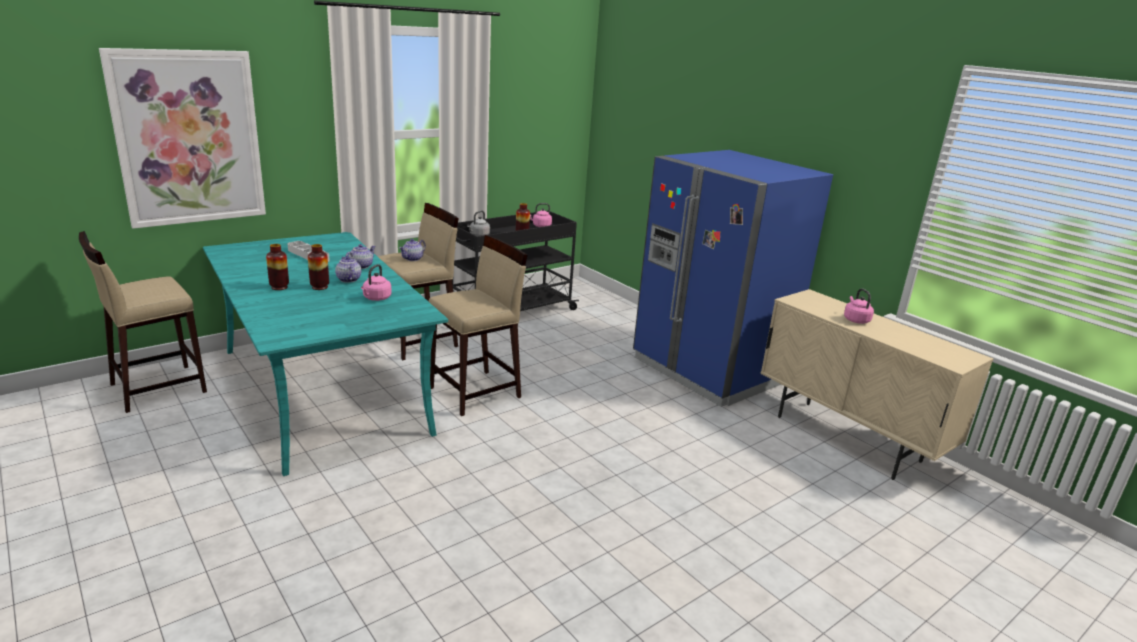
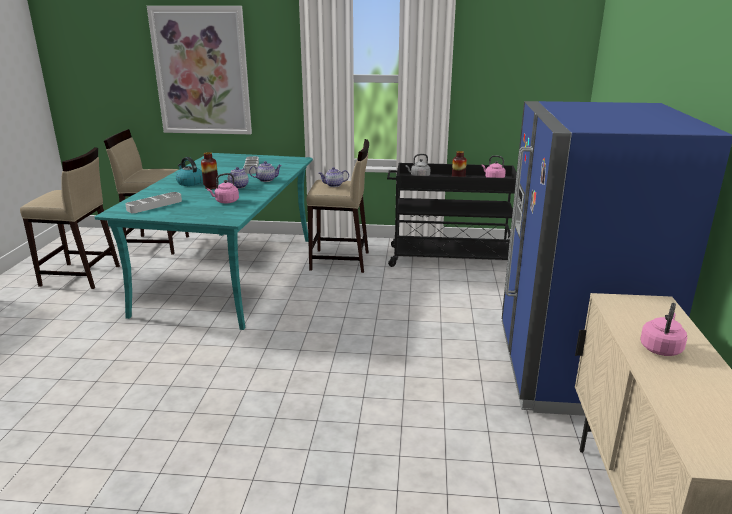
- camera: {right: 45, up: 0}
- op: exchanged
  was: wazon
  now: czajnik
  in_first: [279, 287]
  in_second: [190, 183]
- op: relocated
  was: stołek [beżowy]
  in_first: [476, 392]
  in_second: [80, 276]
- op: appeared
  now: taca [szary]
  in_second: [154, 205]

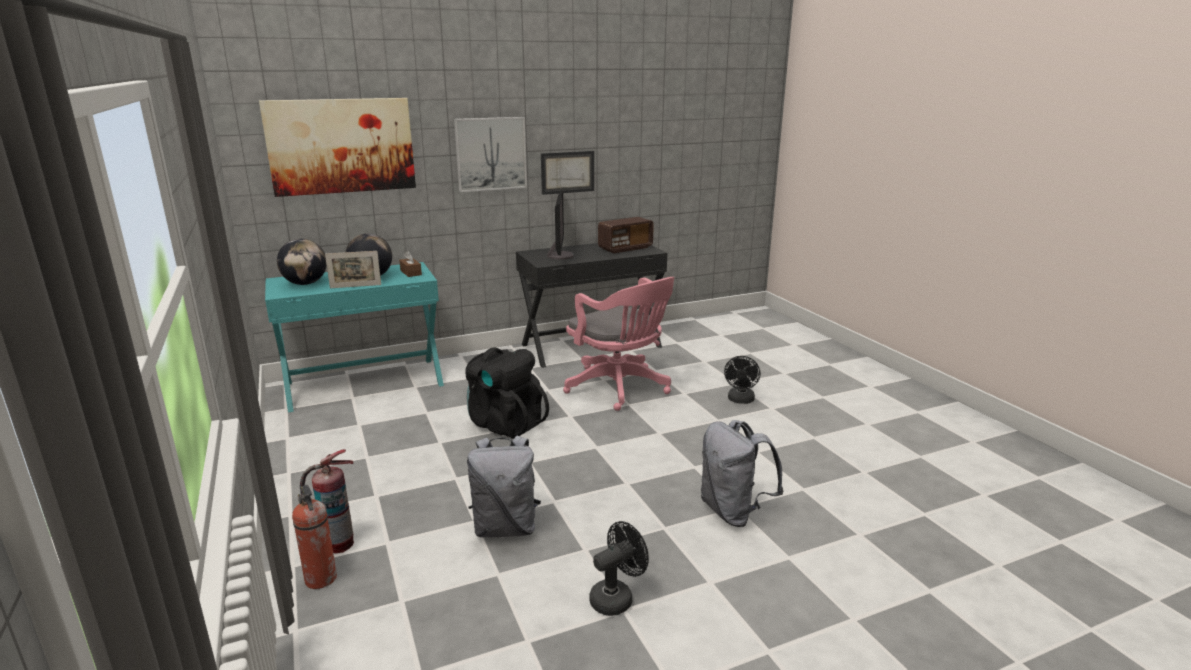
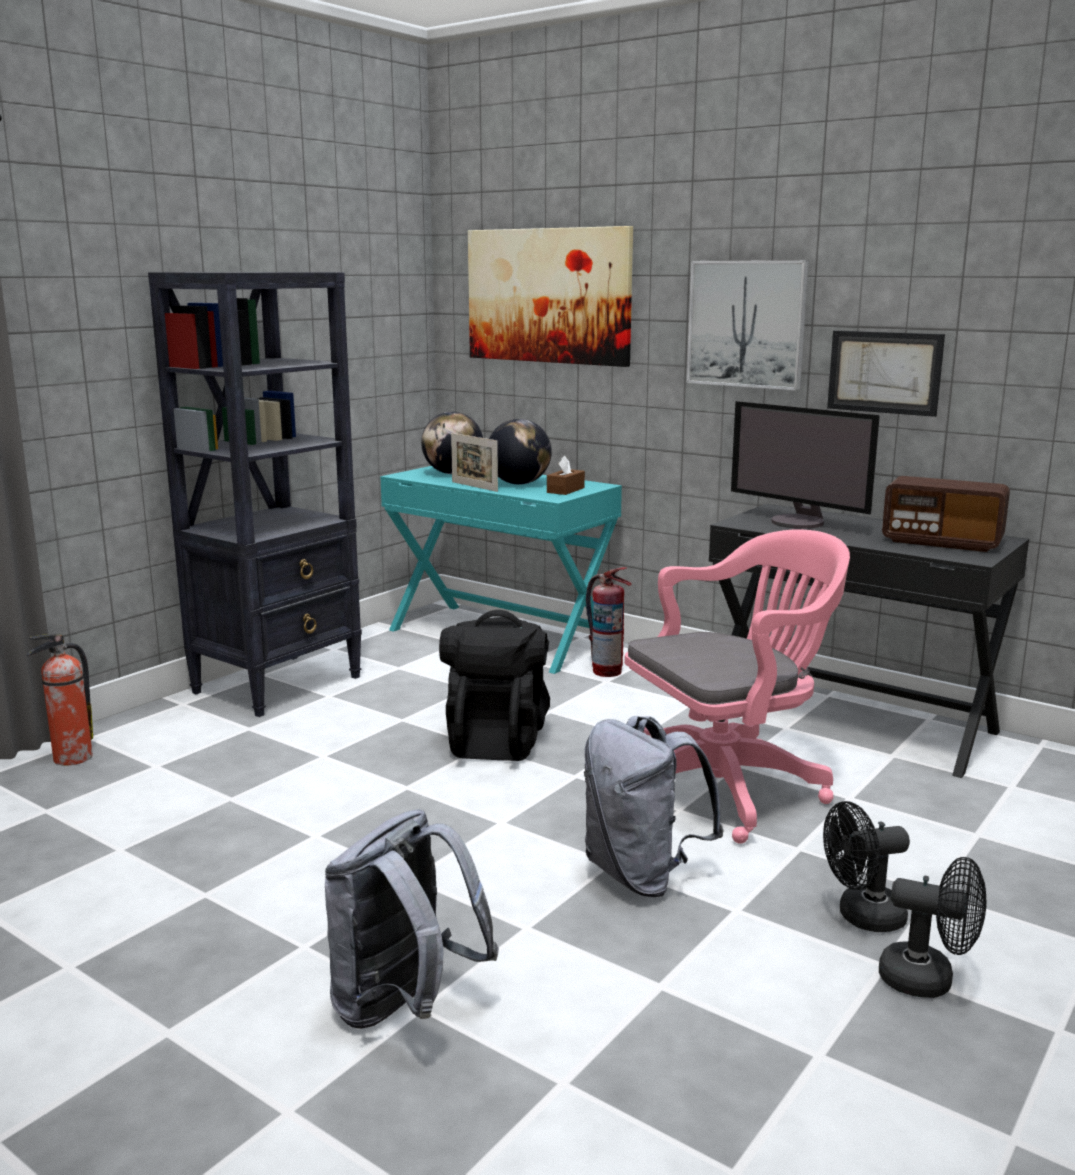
- camera: {right: 60, up: -5}
- op: relocated
  was: gaśnica
  in_first: [338, 544]
  in_second: [607, 671]
- op: relocated
  was: plecak [szary]
  in_first: [506, 527]
  in_second: [642, 875]
- op: spun
  was: monitor
  in_first: [560, 255]
  in_second: [799, 522]
  clockwise: 75
- op: spun
  was: krzesło biurowe [różowy]
  in_first: [620, 388]
  in_second: [727, 787]
  clockwise: -135
- op: relocated
  was: wentylator [czarny]
  in_first: [616, 597]
  in_second: [928, 980]
- op: appeared
  now: regał [czarny]
  in_second: [279, 684]

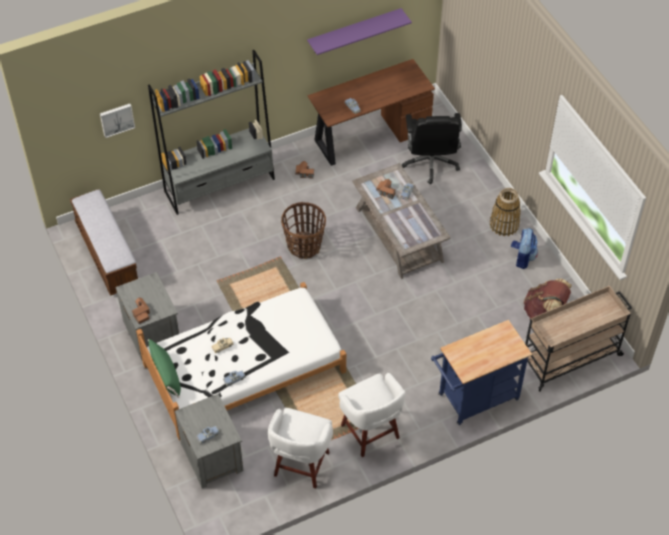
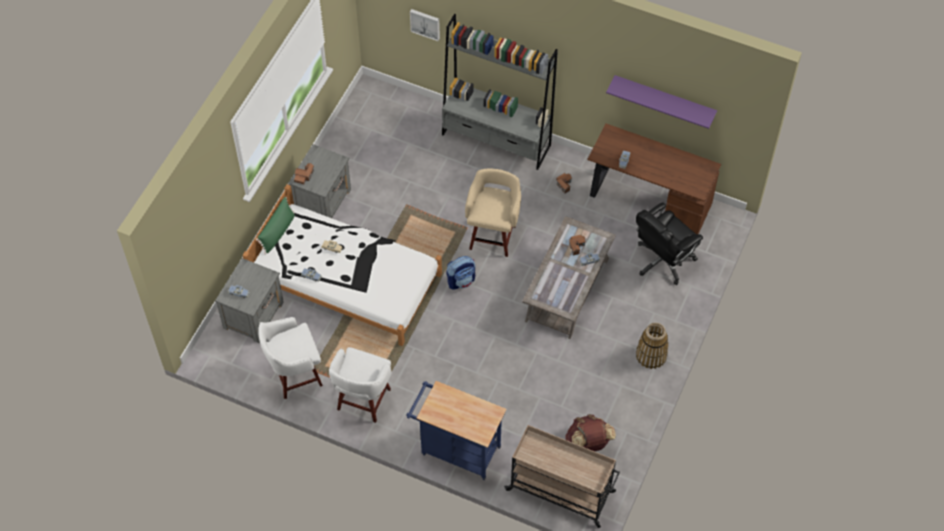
- camera: {right: 50, up: 5}
- op: missing
  was: ławka
  in_first: [107, 254]
- op: exchanged
  was: koszyk
  now: stołek [beżowy]
  in_first: [304, 246]
  in_second: [493, 236]
- op: relocated
  was: plecak
  in_first: [522, 257]
  in_second: [461, 281]

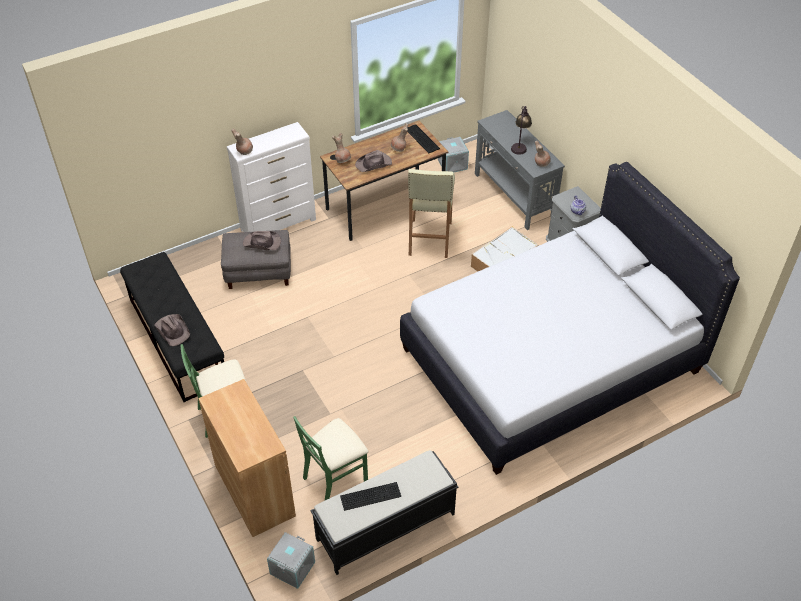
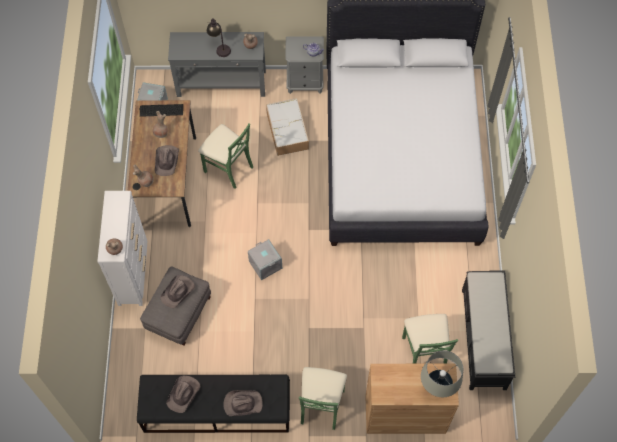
- camera: {right: -60, up: 15}
- op: relocated
  was: pojemnik do przechowywania [szary]
  in_first: [292, 567]
  in_second: [265, 265]
- op: missing
  was: klawiatura
  in_first: [369, 495]
- op: exchanged
  was: stołek [beżowy]
  now: krzesło [zielony]
  in_first: [429, 239]
  in_second: [228, 168]
- op: appeared
  now: kapelusz [brązowy]
  in_second: [184, 394]
- op: appeared
  now: lampa stołowa [beżowy]
  in_second: [438, 386]

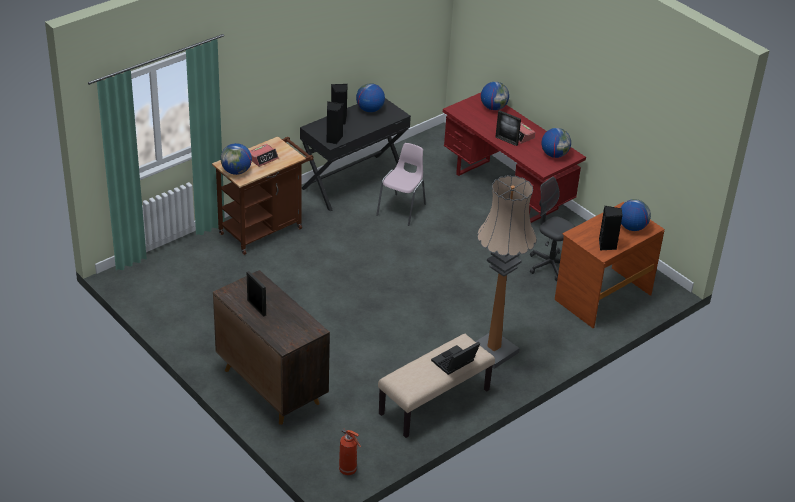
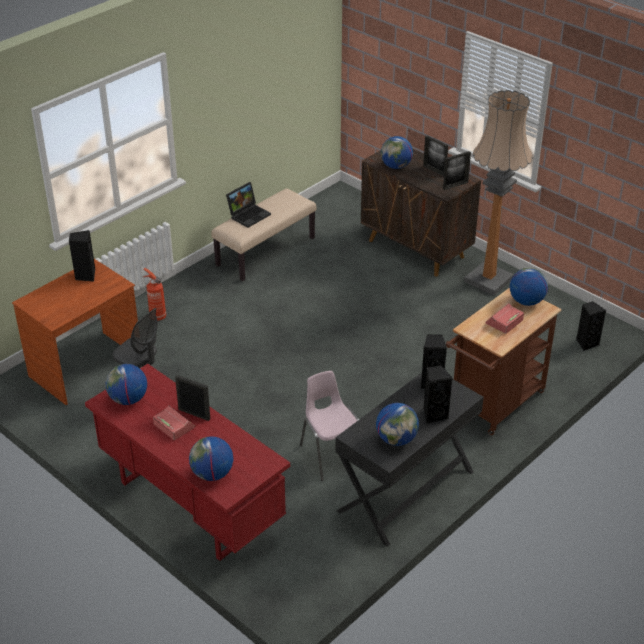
- camera: {right: 175, up: 0}
- op: relocated
  was: gaśnica
  in_first: [348, 470]
  in_second: [157, 316]
- op: spun
  was: krzesło [różowy]
  in_first: [402, 209]
  in_second: [331, 455]
  clockwise: 135
- op: relocated
  was: lampa stojąca
  in_first: [493, 351]
  in_second: [488, 280]
- op: relocated
  was: globus
  in_first: [632, 227]
  in_second: [396, 166]
- op: appeared
  now: ramka na zdjęcie
  in_second: [455, 185]
- op: appeared
  now: głośnik [czarny]
  in_second: [586, 343]

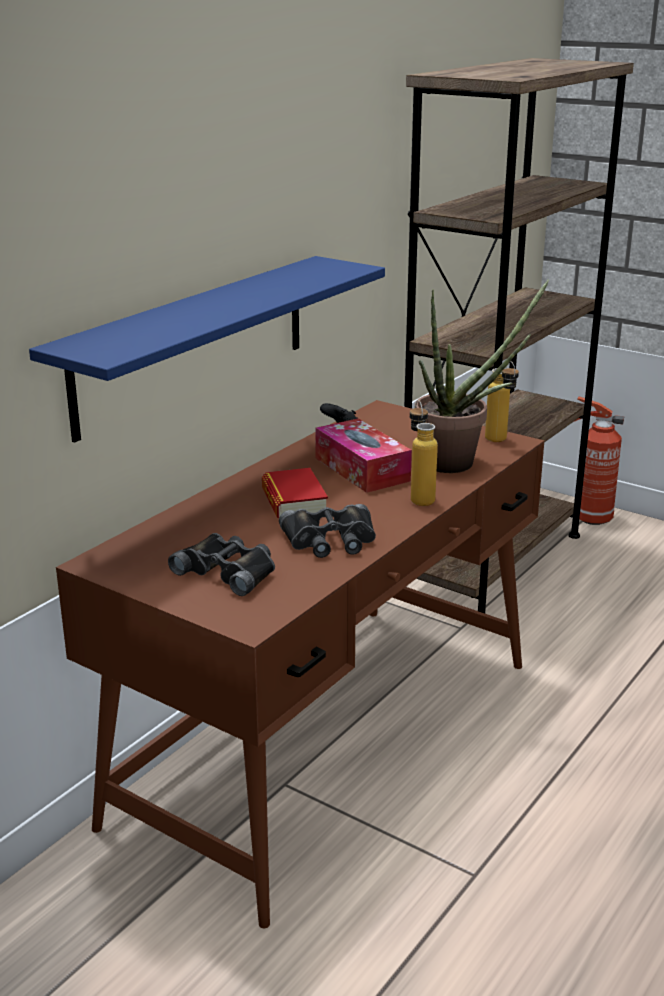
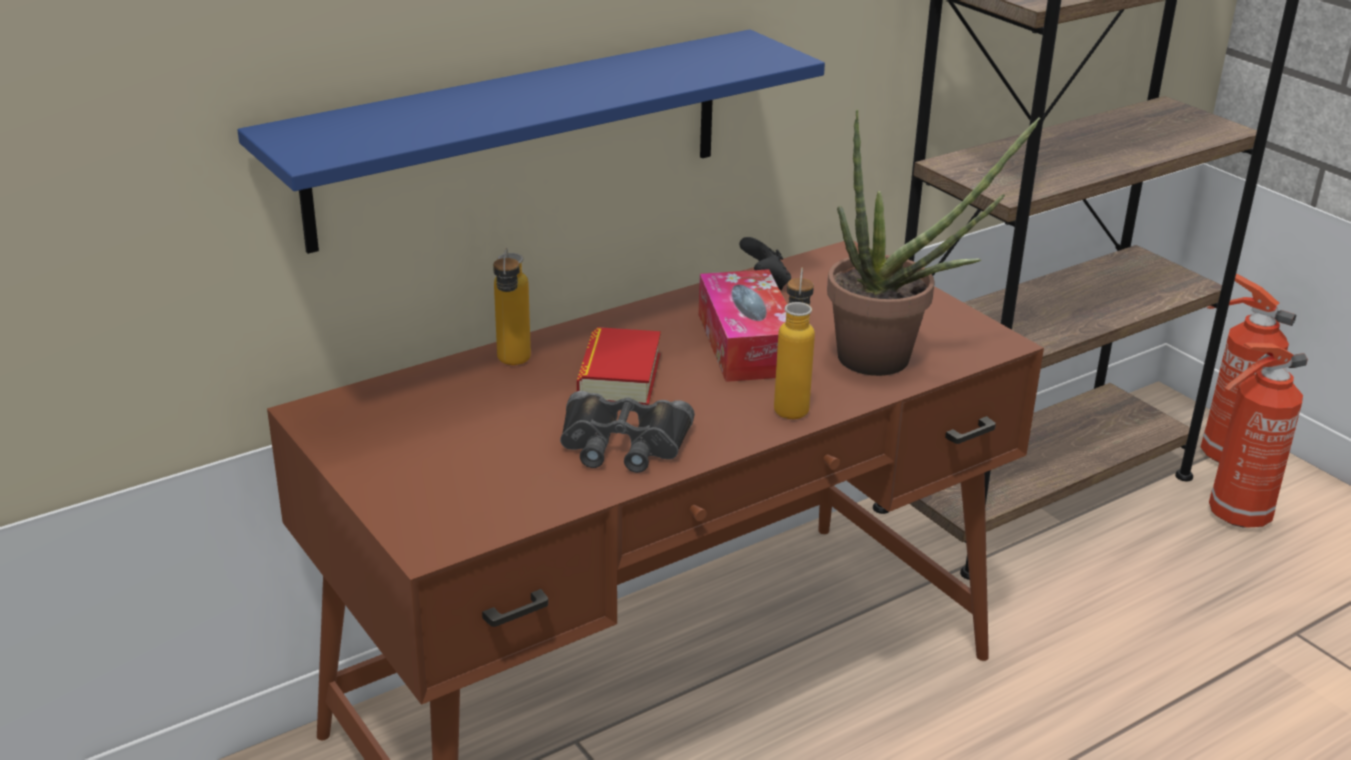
- camera: {right: 20, up: 5}
- op: missing
  was: lornetka [czarny]
  in_first: [228, 571]
- op: relocated
  was: butelka
  in_first: [499, 442]
  in_second: [512, 365]
- op: appeared
  now: gaśnica
  in_second: [1236, 516]

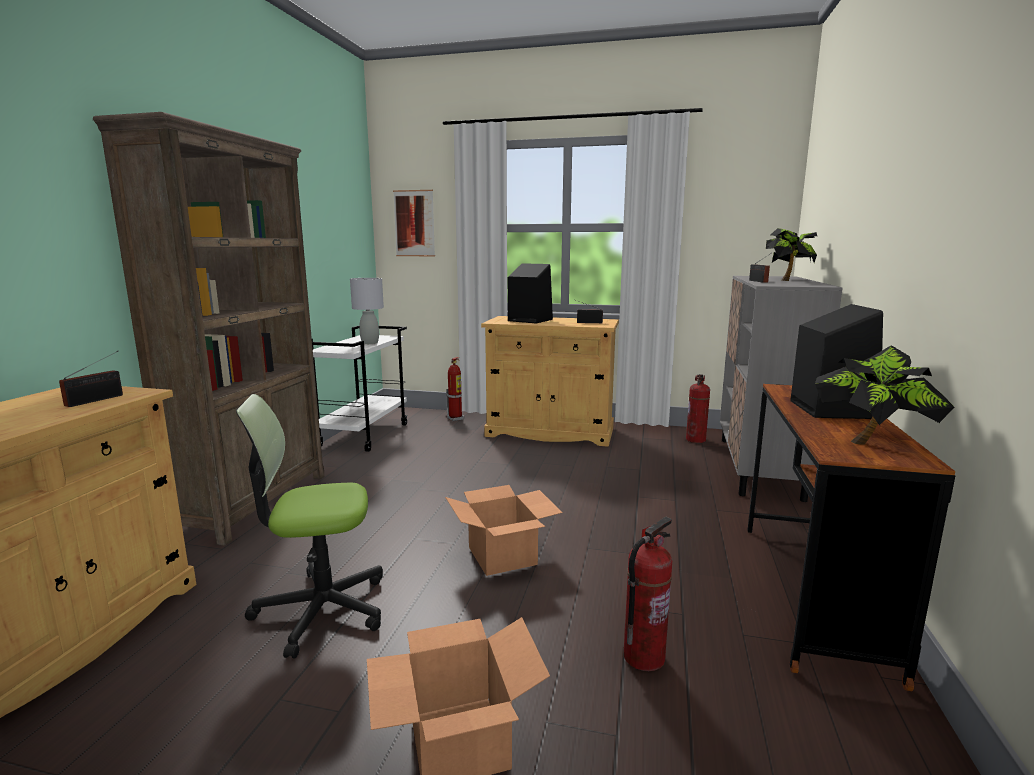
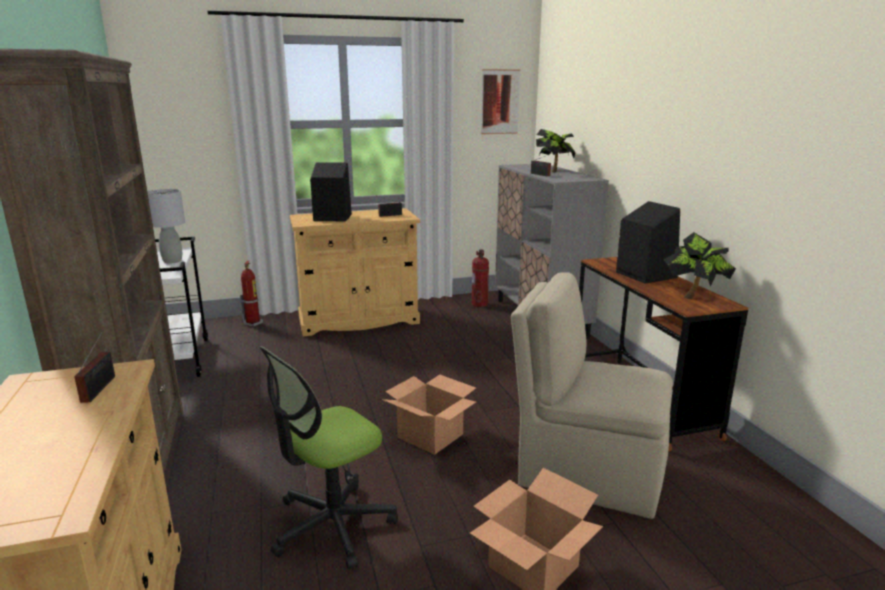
- camera: {right: -30, up: 5}
- op: relocated
  was: obraz
  in_first: [414, 223]
  in_second: [499, 102]
- op: exchanged
  was: gaśnica
  now: krzesło [beżowy]
  in_first: [643, 656]
  in_second: [586, 472]

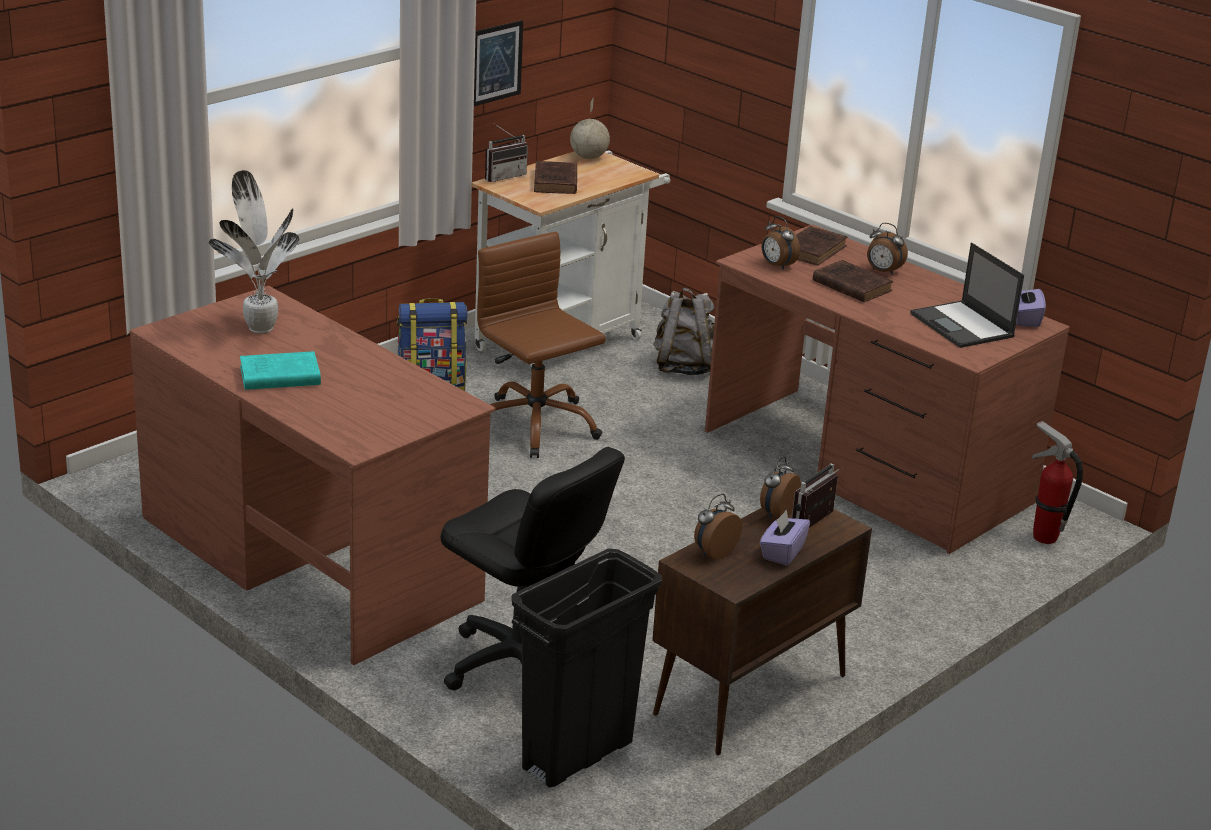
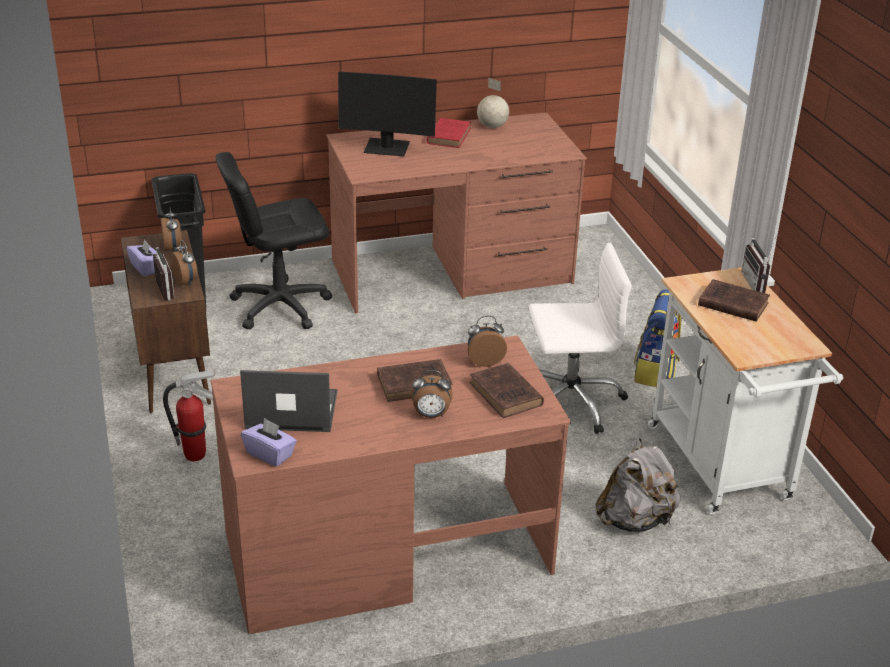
- camera: {right: 120, up: 5}
- op: missing
  was: roślina doniczkowa
  in_first: [260, 327]
- op: colour
  was: książka [turkusowy]
  now: książka [czerwony]
  in_first: [277, 376]
  in_second: [449, 135]
- op: missing
  was: obraz
  in_first: [496, 63]
- op: colour
  was: krzesło biurowe [brązowy]
  now: krzesło biurowe [biały]
  in_first: [534, 425]
  in_second: [570, 401]
- op: relocated
  was: globus
  in_first: [589, 157]
  in_second: [492, 126]
- op: spun
  was: budzik
  in_first: [883, 271]
  in_second: [431, 415]
  clockwise: -150
- op: relocated
  was: gaśnica
  in_first: [1044, 537]
  in_second: [196, 455]
- op: appeared
  now: monitor
  in_second: [387, 148]

